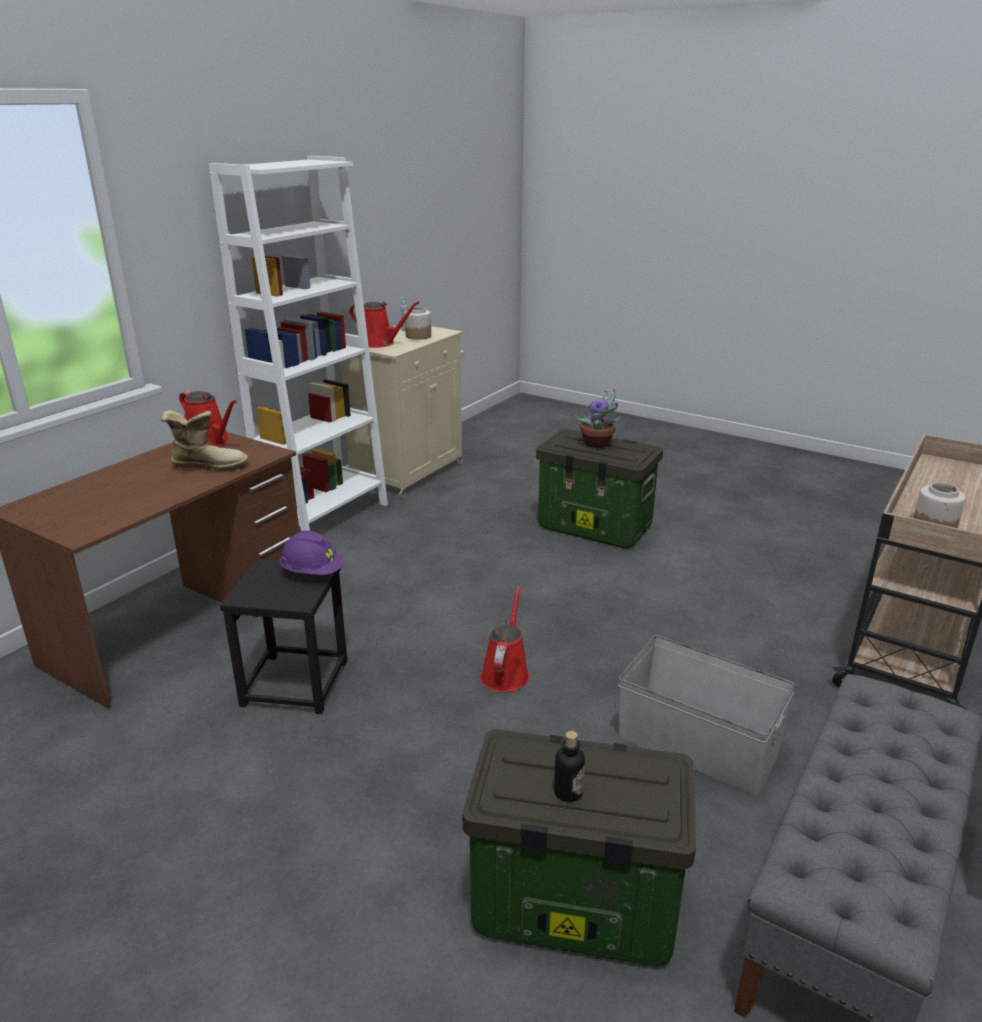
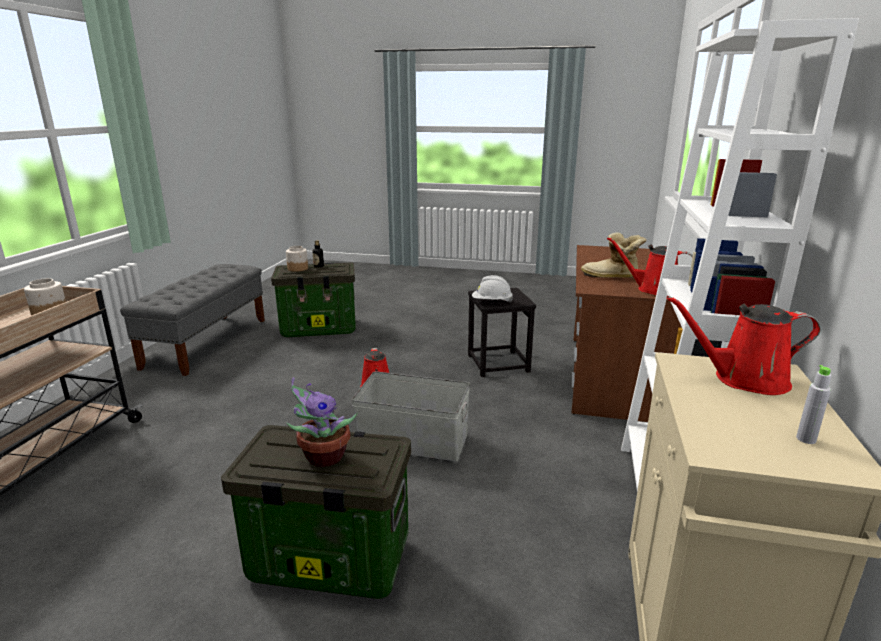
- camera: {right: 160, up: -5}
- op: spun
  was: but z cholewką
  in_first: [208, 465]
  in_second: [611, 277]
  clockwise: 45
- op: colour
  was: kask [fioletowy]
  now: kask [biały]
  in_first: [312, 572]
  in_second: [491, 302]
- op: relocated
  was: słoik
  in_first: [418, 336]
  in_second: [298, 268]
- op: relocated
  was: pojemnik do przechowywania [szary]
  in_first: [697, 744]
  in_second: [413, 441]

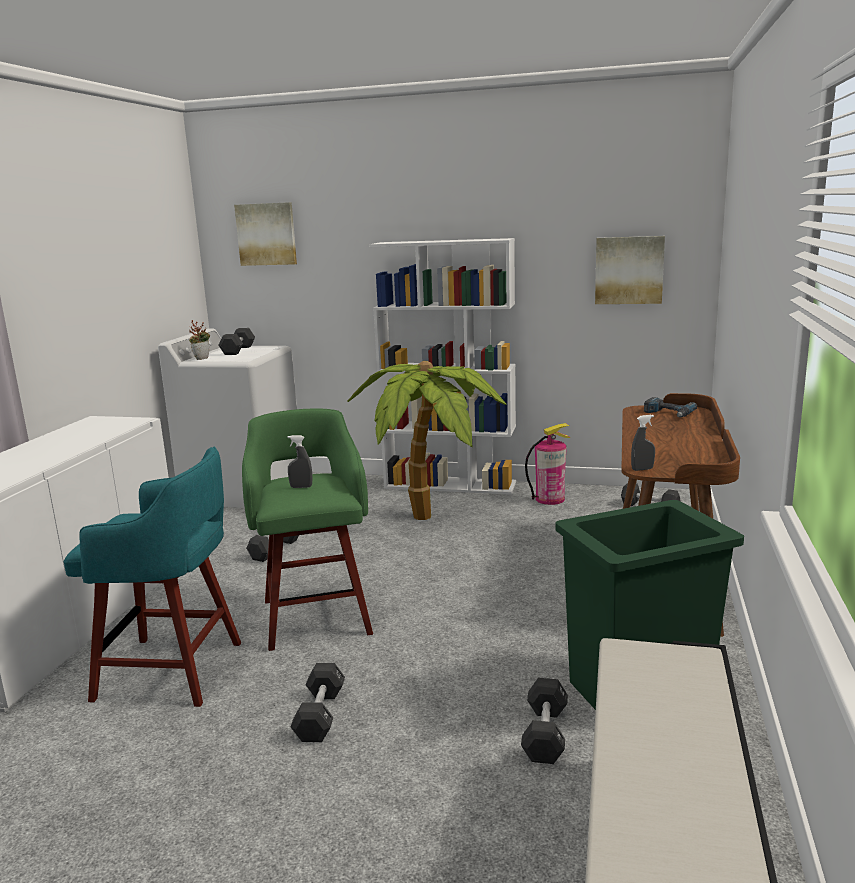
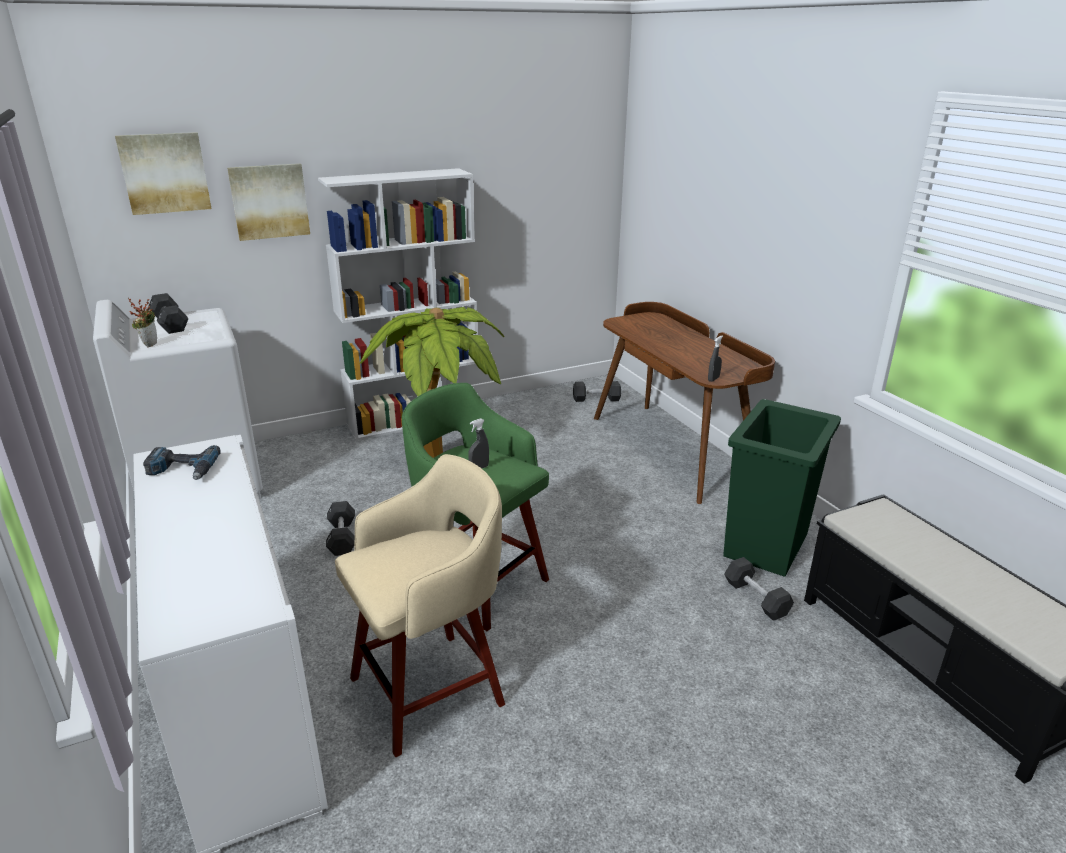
- camera: {right: -40, up: 10}
- op: colour
  was: stołek [turkusowy]
  now: stołek [beżowy]
  in_first: [174, 671]
  in_second: [431, 689]
- op: missing
  was: hantel [czarny]
  in_first: [320, 715]
- op: missing
  was: gaśnica
  in_first: [550, 499]
- op: relocated
  was: obraz
  in_first: [629, 270]
  in_second: [269, 201]
- op: relocated
  was: wiertarka
  in_first: [668, 413]
  in_second: [182, 470]

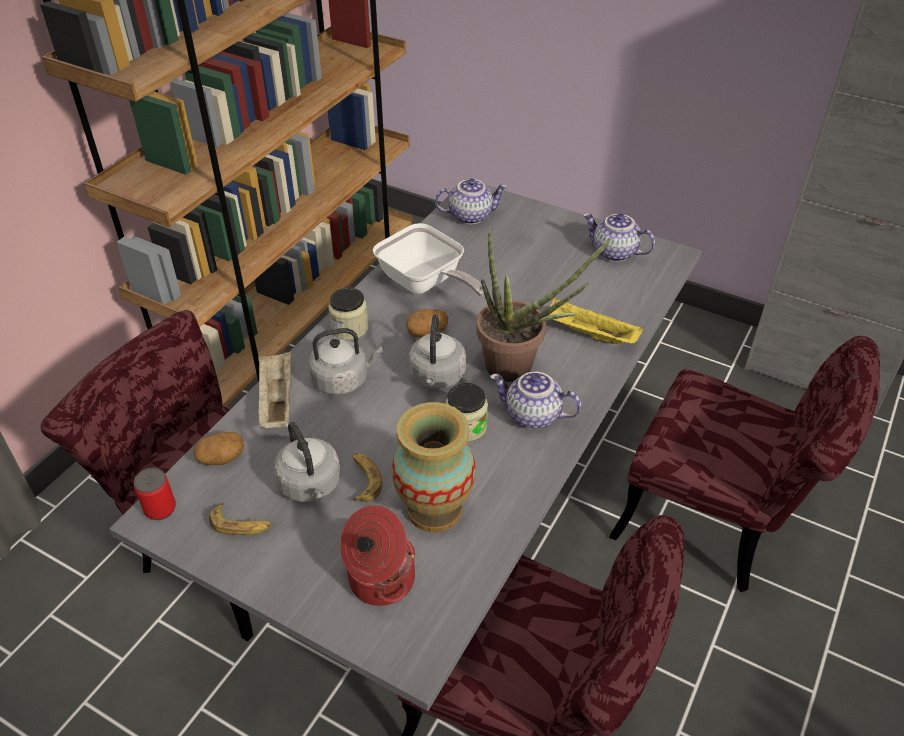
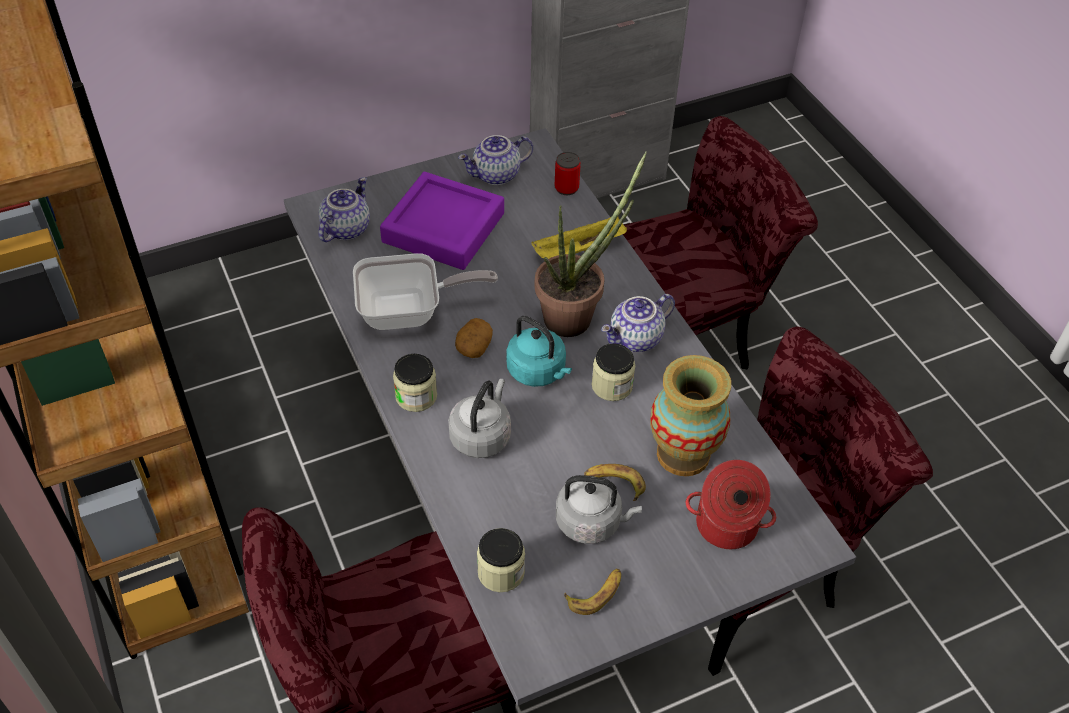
- camera: {right: -55, up: 5}
- op: relocated
  was: puszka
  in_first: [160, 509]
  in_second: [566, 188]
- op: exchanged
  was: ziemniak
  now: słoik
  in_first: [221, 457]
  in_second: [501, 572]
- op: missing
  was: taca [beżowy]
  in_first: [276, 401]
- op: colour
  was: czajnik [szary]
  now: czajnik [turkusowy]
  in_first: [437, 377]
  in_second: [538, 372]
- op: appeared
  now: taca [fioletowy]
  in_second: [443, 228]

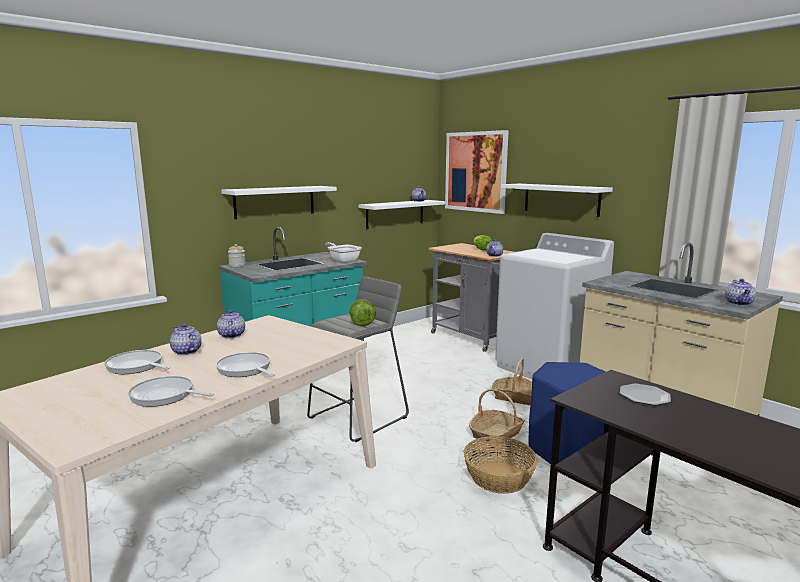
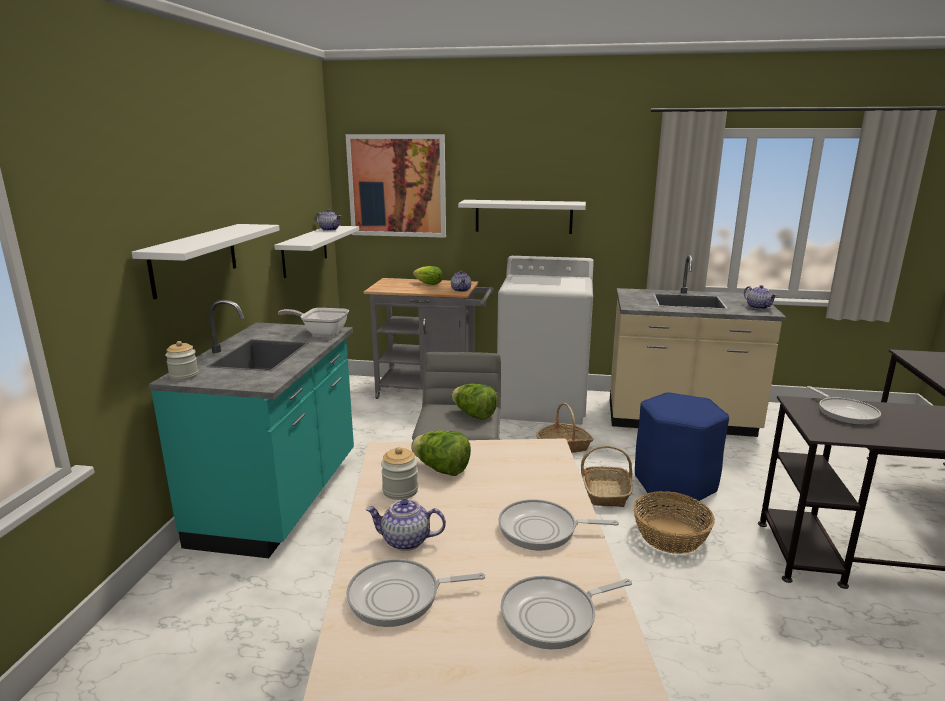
- camera: {right: -40, up: 5}
- op: exchanged
  was: imbryk
  now: słoik
  in_first: [231, 335]
  in_second: [400, 491]
- op: exchanged
  was: talerz
  now: patelnia
  in_first: [644, 396]
  in_second: [844, 413]
- op: appeared
  now: sałata
  in_second: [441, 469]

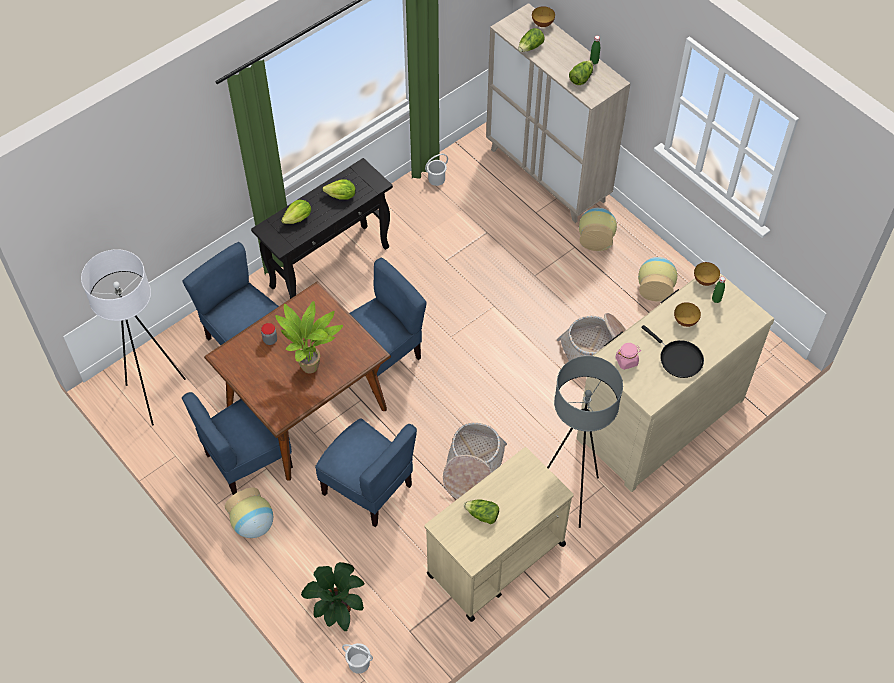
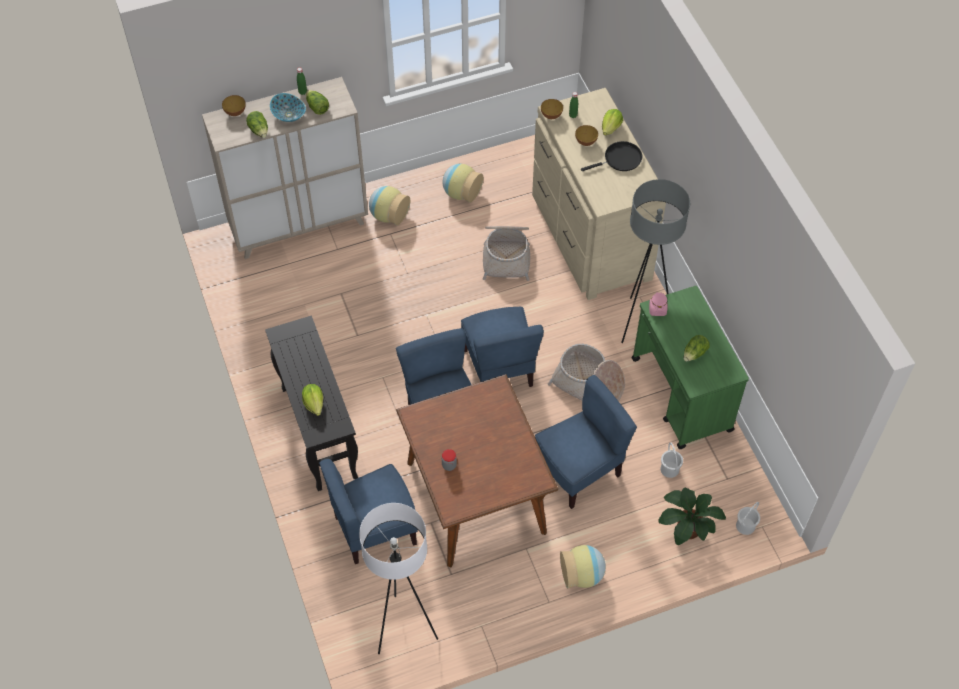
- camera: {right: -70, up: 0}
- op: relocated
  was: krzesło [niebieski]
  in_first: [248, 460]
  in_second: [499, 368]
- op: missing
  was: roślina doniczkowa
  in_first: [312, 366]
- op: relocated
  was: sałata
  in_first: [341, 196]
  in_second: [611, 128]
- op: relocated
  was: wiadro [biały]
  in_first: [437, 179]
  in_second: [670, 469]
- op: colour
  was: wózek [beżowy]
  now: wózek [zielony]
  in_first: [495, 560]
  in_second: [682, 395]
- op: relocated
  was: słoik [różowy]
  in_first: [626, 361]
  in_second: [657, 309]
- op: appeared
  now: miska
  in_second: [289, 114]

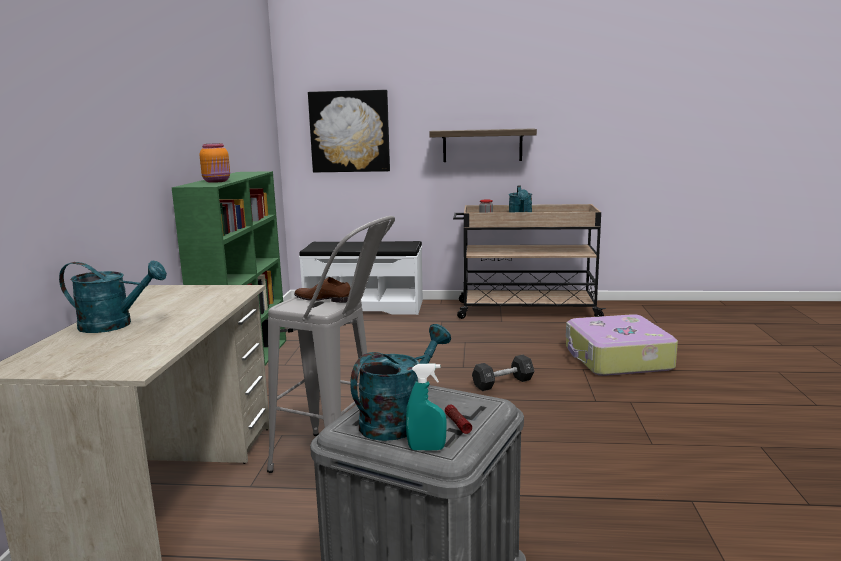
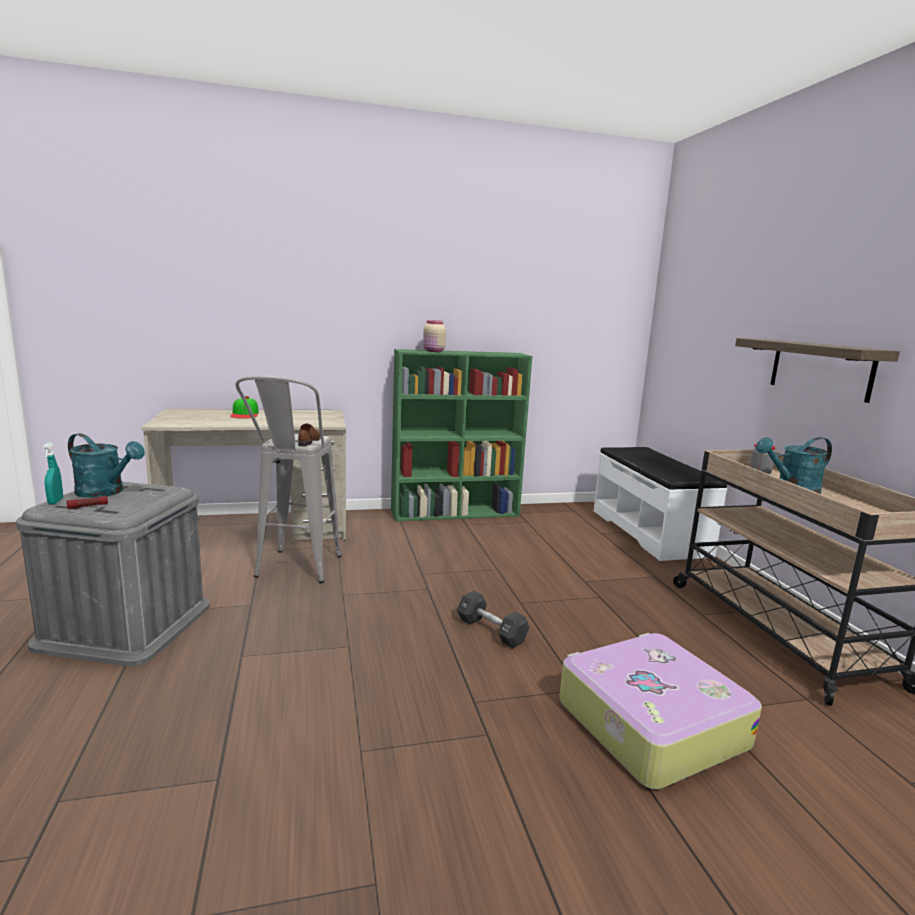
- camera: {right: 70, up: 0}
- op: exchanged
  was: konewka [turkusowy]
  now: czapka z daszkiem
  in_first: [115, 325]
  in_second: [245, 414]
- op: colour
  was: słoik [pomarańczowy]
  now: słoik [beżowy]
  in_first: [217, 181]
  in_second: [434, 351]
- op: missing
  was: obraz
  in_first: [350, 131]

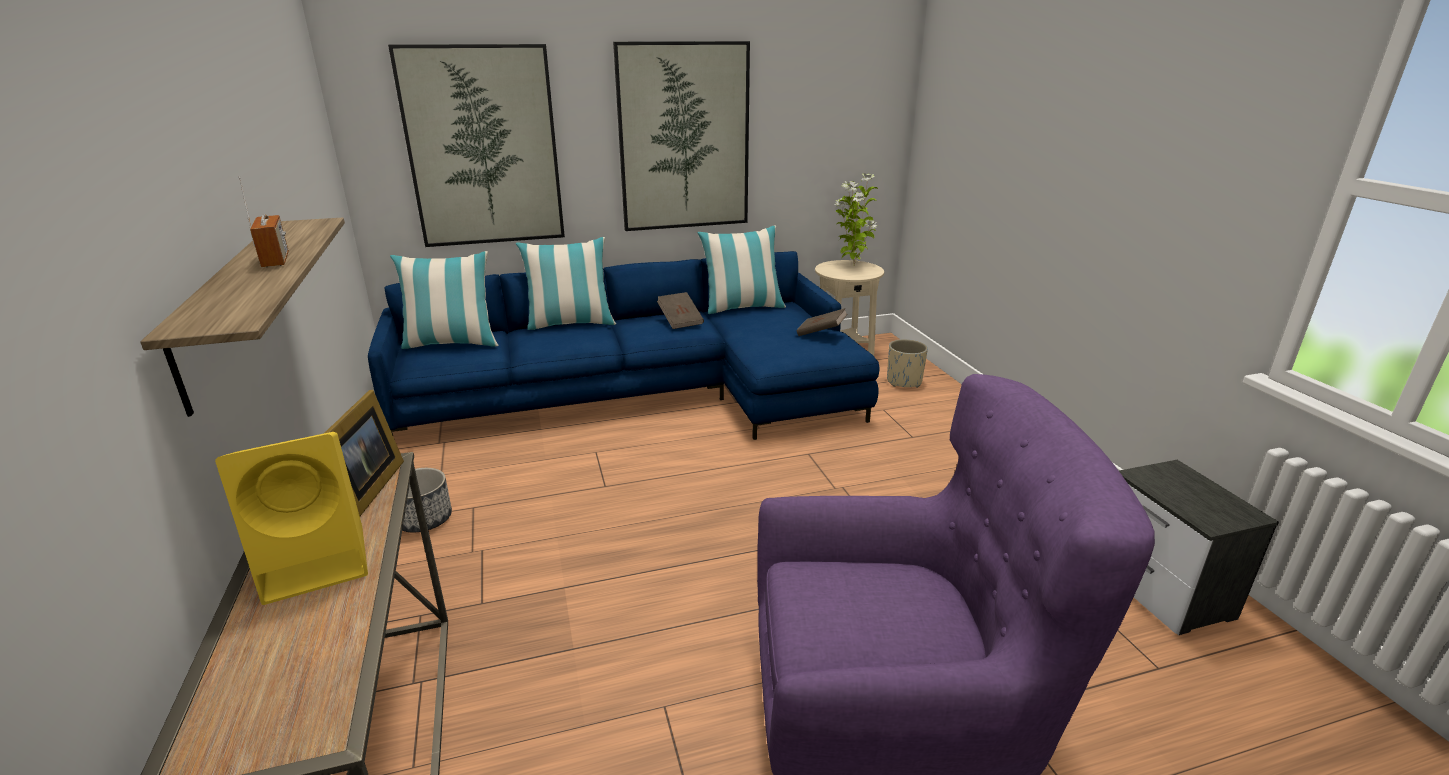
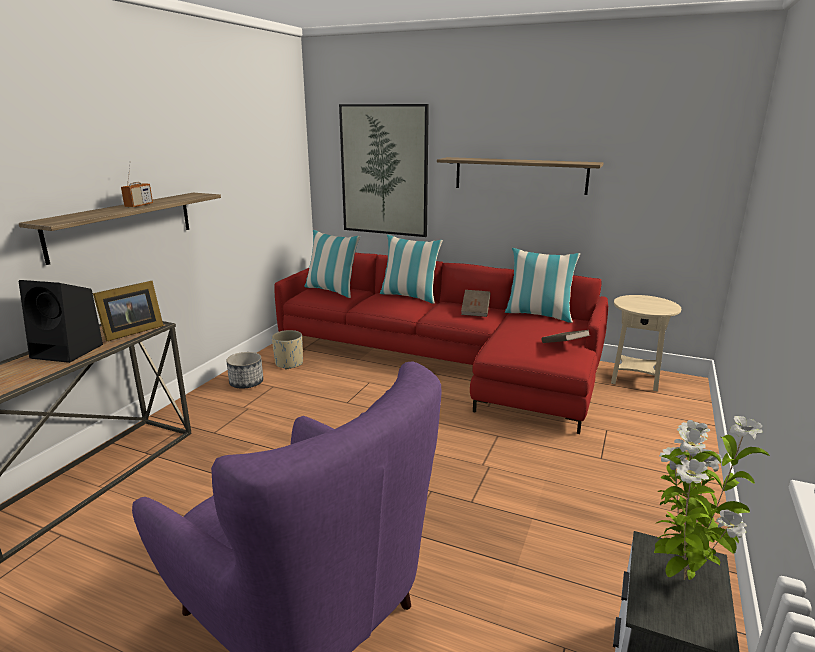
- camera: {right: 40, up: -5}
- op: colour
  was: głośnik [żółty]
  now: głośnik [czarny]
  in_first: [319, 561]
  in_second: [69, 351]
- op: colour
  was: kanapa [niebieski]
  now: kanapa [czerwony]
  in_first: [647, 394]
  in_second: [445, 360]
- op: exchanged
  was: obraz
  now: półka
  in_first: [684, 138]
  in_second: [520, 175]
- op: relocated
  was: roślina doniczkowa
  in_first: [852, 265]
  in_second: [681, 577]
- op: relocated
  was: donica [beżowy]
  in_first: [904, 381]
  in_second: [289, 364]

